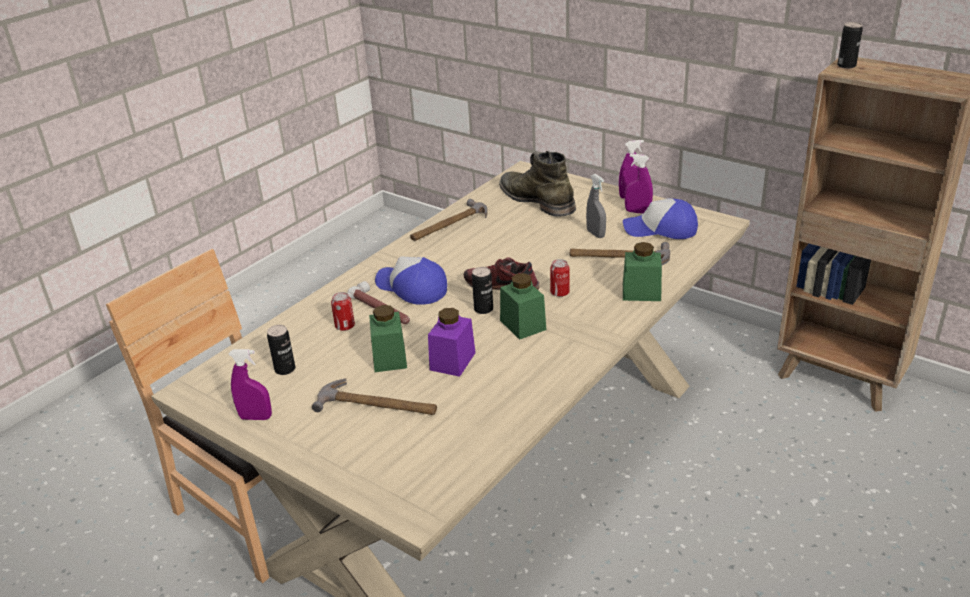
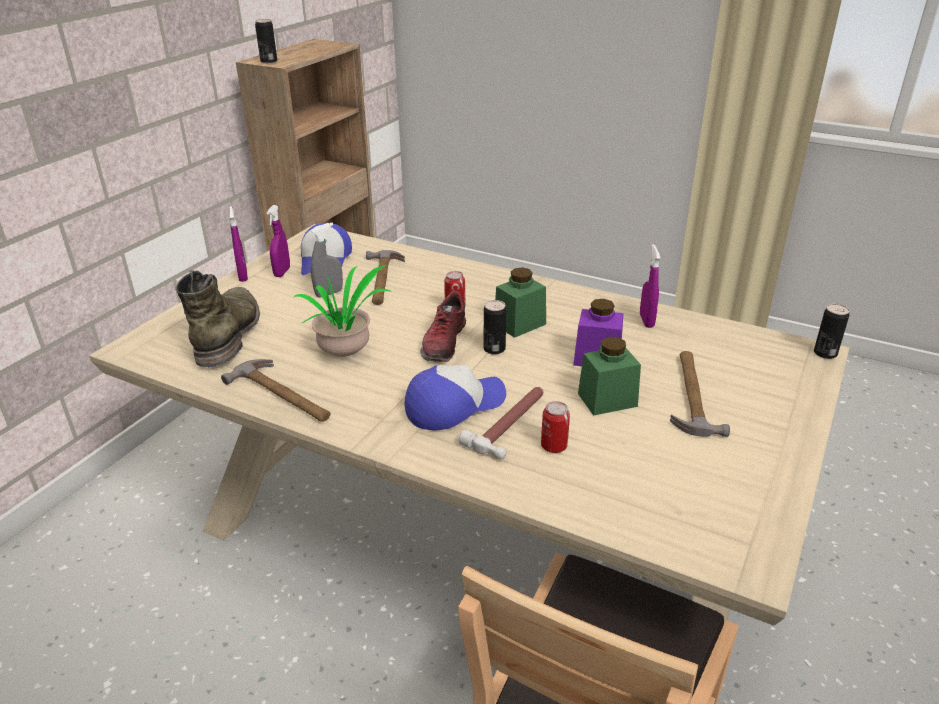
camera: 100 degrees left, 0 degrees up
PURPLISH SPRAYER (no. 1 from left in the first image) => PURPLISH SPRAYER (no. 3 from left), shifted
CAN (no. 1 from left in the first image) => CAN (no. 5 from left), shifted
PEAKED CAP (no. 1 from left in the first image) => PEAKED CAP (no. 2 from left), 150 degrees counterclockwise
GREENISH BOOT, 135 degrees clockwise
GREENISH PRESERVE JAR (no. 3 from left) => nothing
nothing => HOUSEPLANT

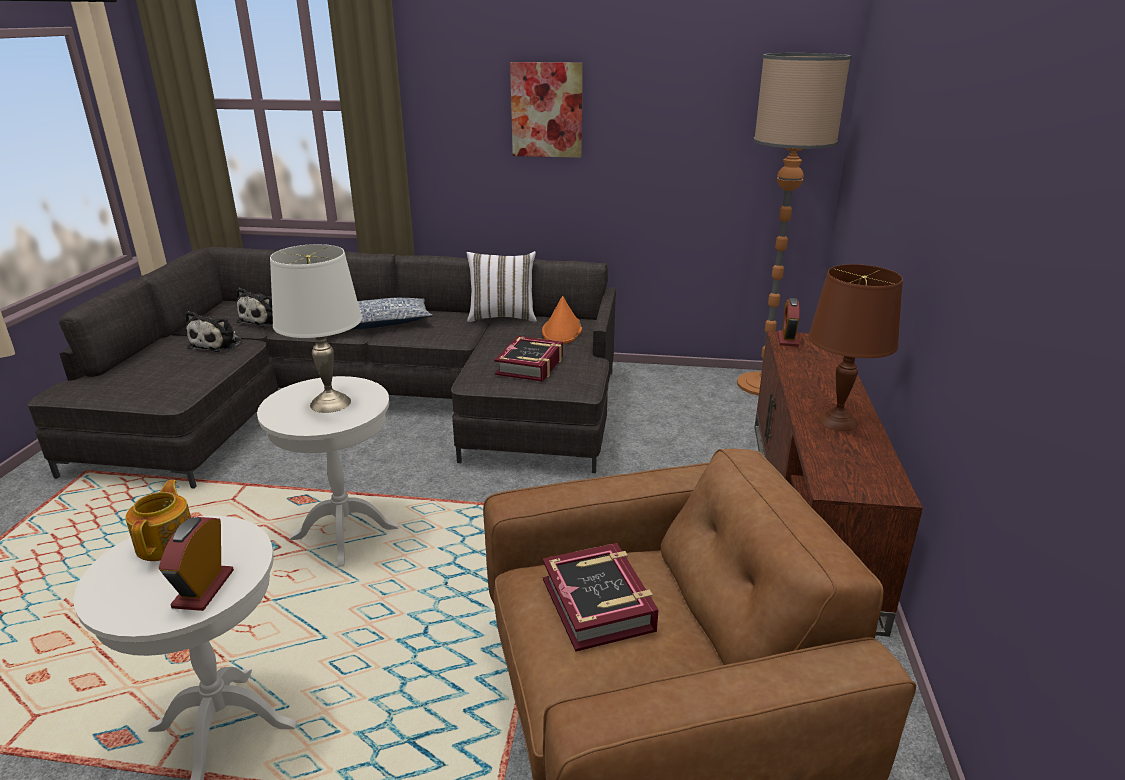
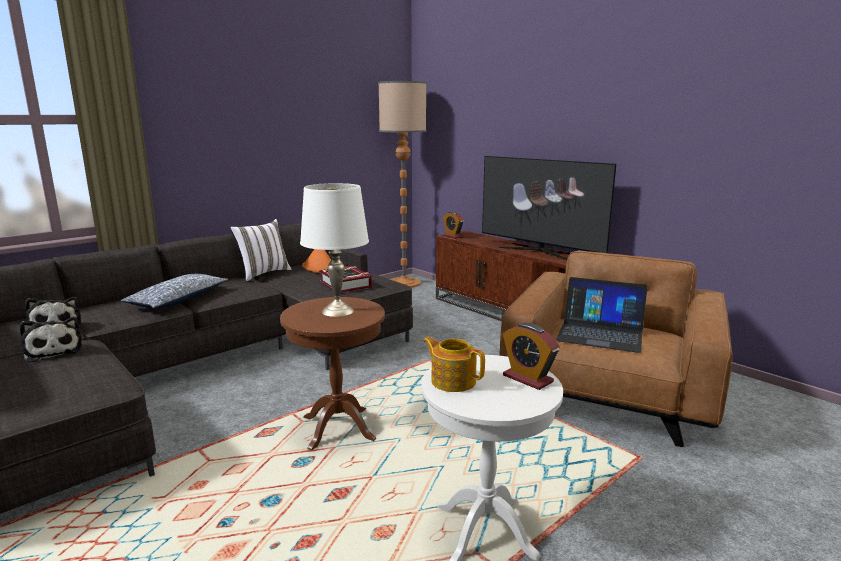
camera: 50 degrees left, 10 degrees down
WHITE ACCENT TABLE (no. 2 from left) => BROWNISH ACCENT TABLE
WALL ART => nothing
VOLUME (no. 2 from left) => PORTABLE COMPUTER
BROWNISH LAMP FOR A TABLE => TV SET

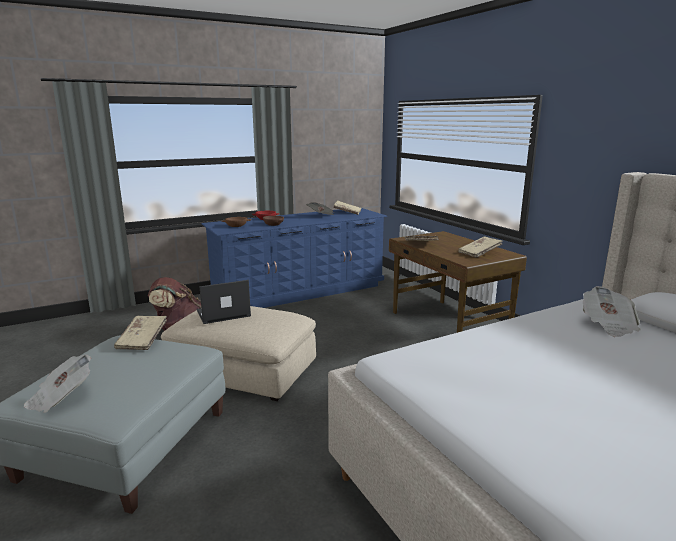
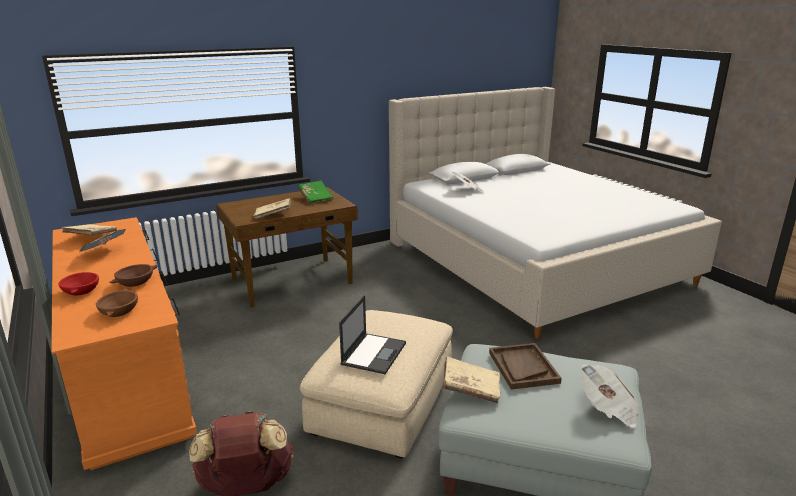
camera: 90 degrees left, 5 degrees up
PORTABLE COMPUTER, 135 degrees counterclockwise
BLUE-COLOURED CHEST OF DRAWERS => ORANGE-COLOURED CHEST OF DRAWERS
BEIGE-COLOURED VOLUME (no. 4 from left) => GREENISH VOLUME
nothing => BROWNISH CARRYING TRAY

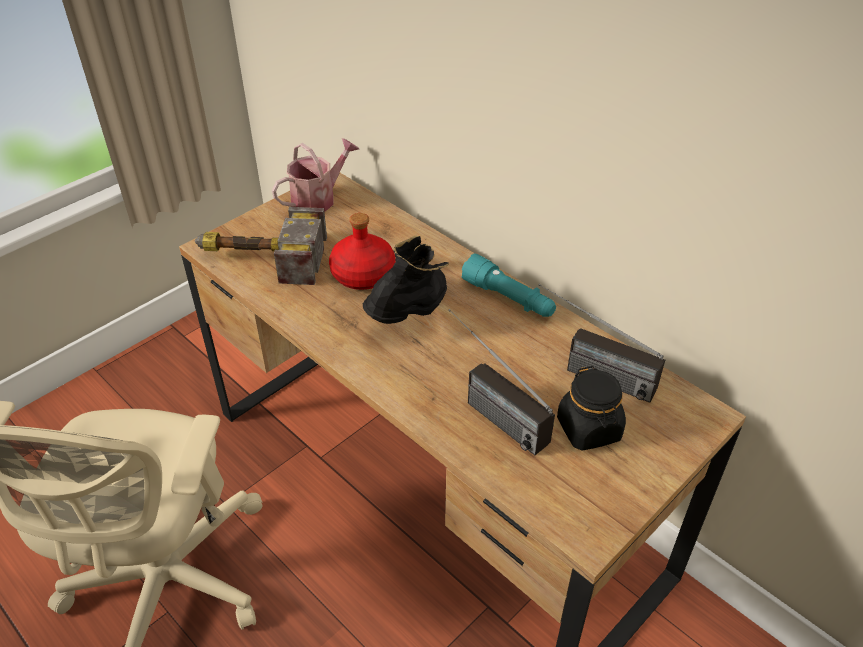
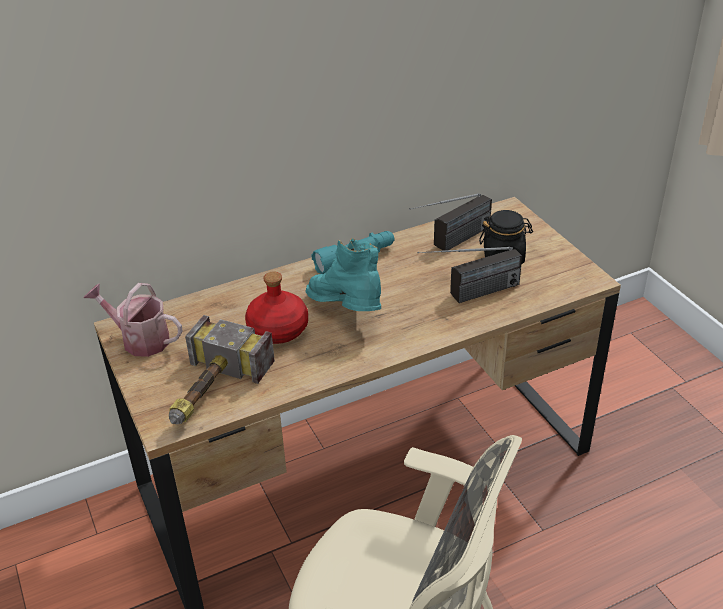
camera: 70 degrees left, 5 degrees down
SPRINKLING CAN, 45 degrees counterclockwise
BLACK BOOT => TURQUOISE BOOT

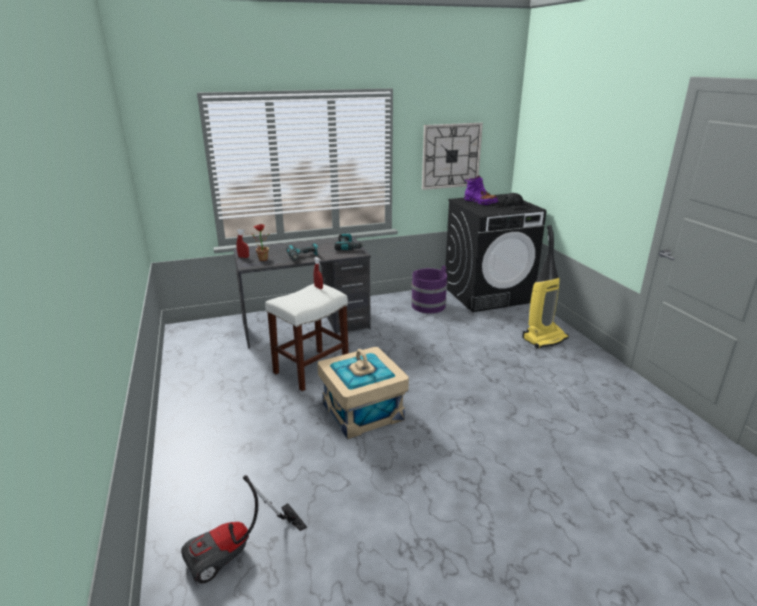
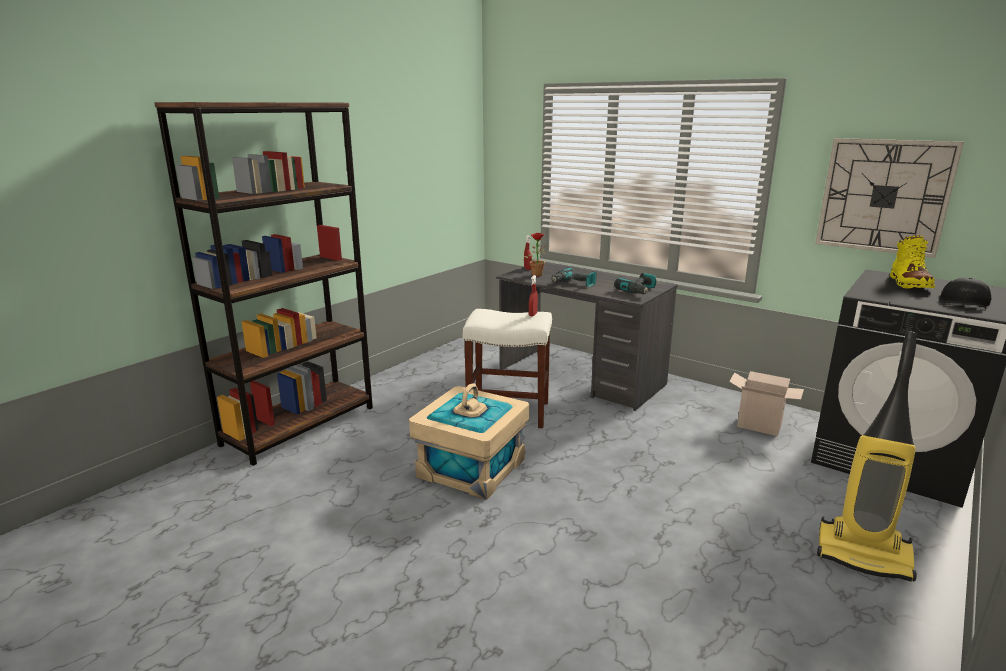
camera: 55 degrees right, 5 degrees down
VACUUM CLEANER (no. 1 from left) => nothing
PURPLISH PAIL => PACKING BOX
PURPLISH BOOT => YELLOWISH BOOT
nothing => BROWNISH BOOKSHELF

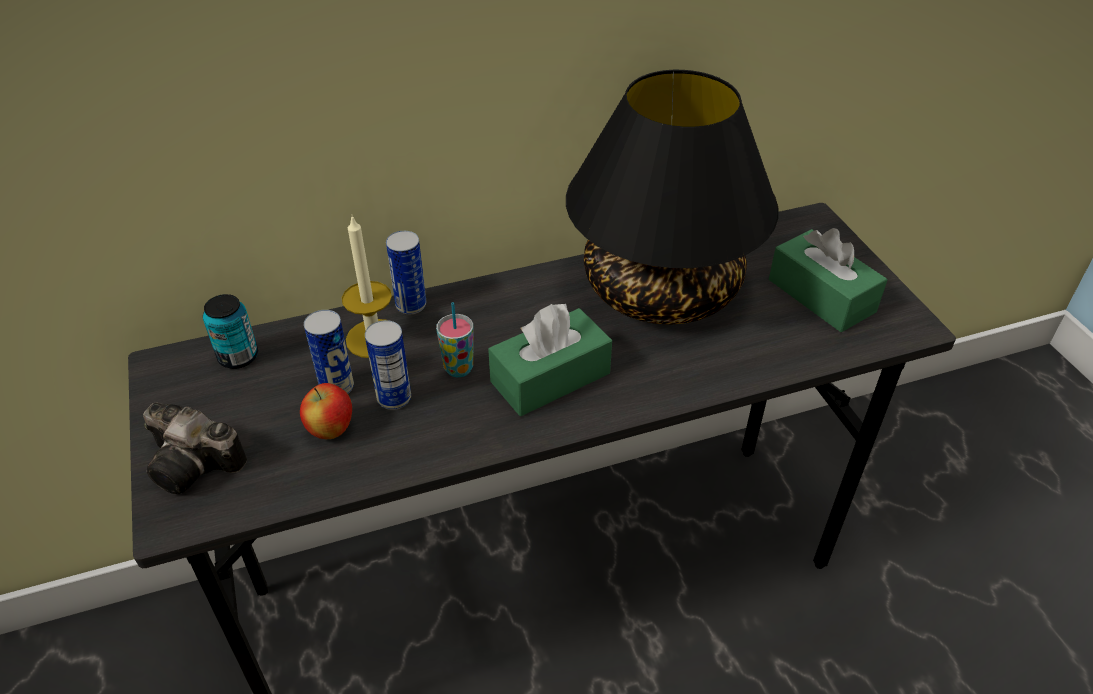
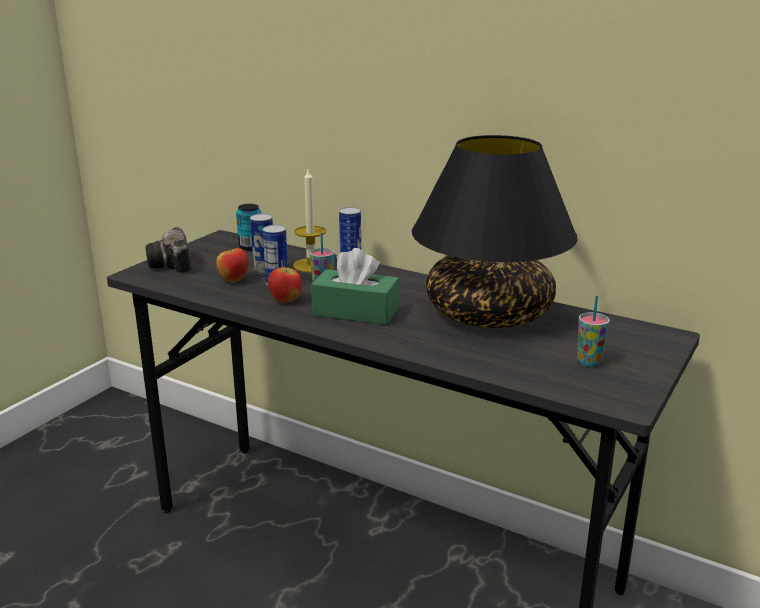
camera: 50 degrees right, 20 degrees down
GREENISH TISSUE HOLDER (no. 2 from left) => SMALL CUP (no. 2 from left)
nothing => APPLE FRUIT (no. 2 from left)

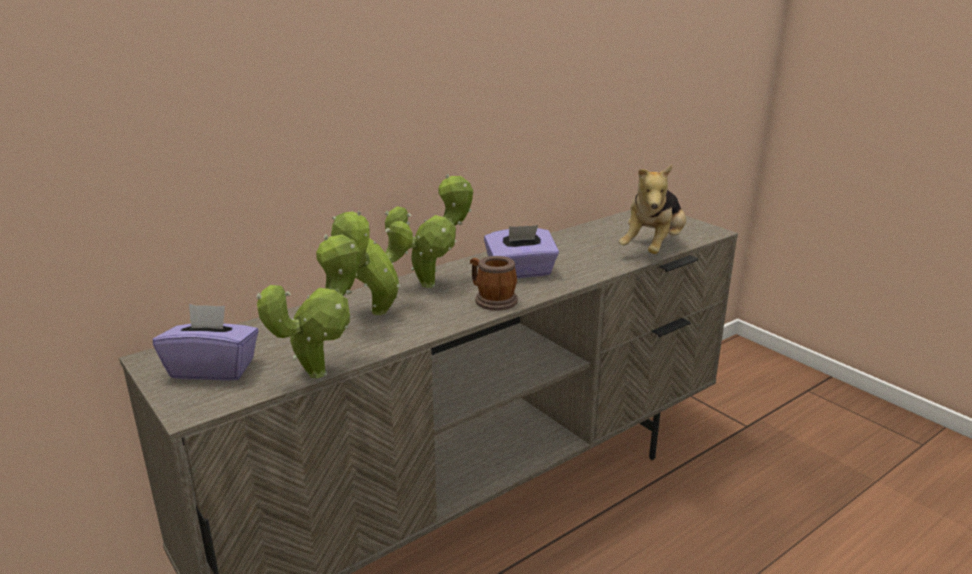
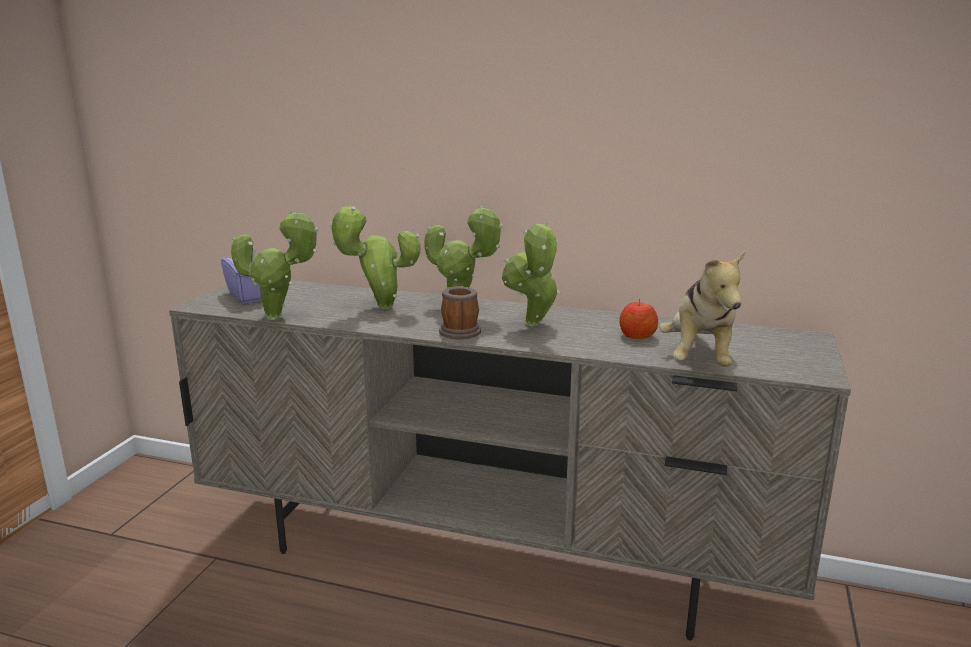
camera: 55 degrees right, 5 degrees down
PURPLISH TISSUE HOLDER (no. 2 from left) => HOUSEPLANT (no. 4 from left)
PLUSH TOY, 75 degrees counterclockwise
nothing => APPLE FRUIT

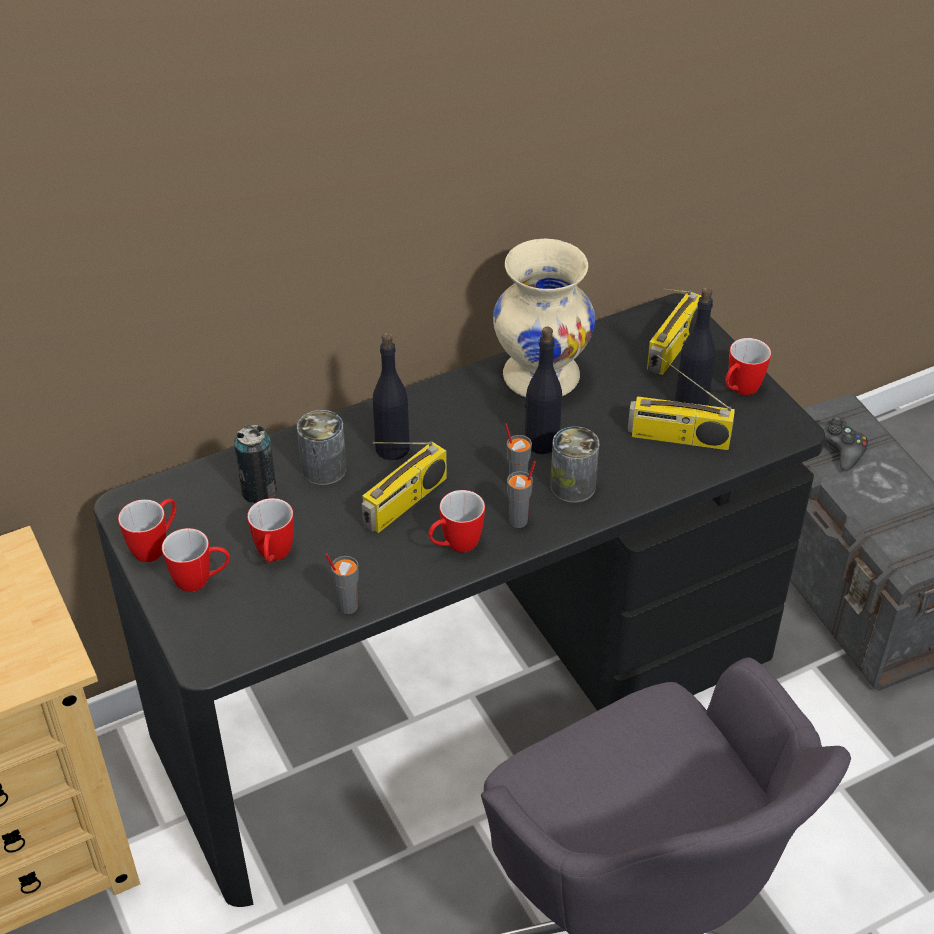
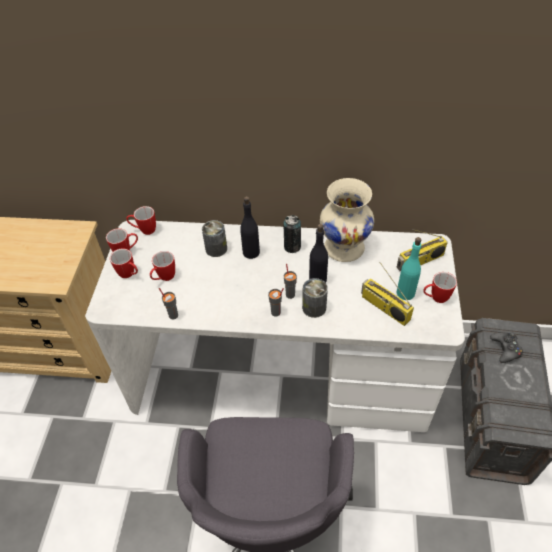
camera: 35 degrees right, 5 degrees up
BLACK DESK UNIT => WHITE DESK UNIT
CAN (no. 1 from left in the first image) => CAN (no. 2 from left), shifted
RADIO SET (no. 1 from left) => nothing
COFFEE MUG (no. 4 from left in the first image) => COFFEE MUG (no. 3 from left), shifted
BLACK BEVERAGE BOTTLE (no. 3 from left) => TURQUOISE BEVERAGE BOTTLE

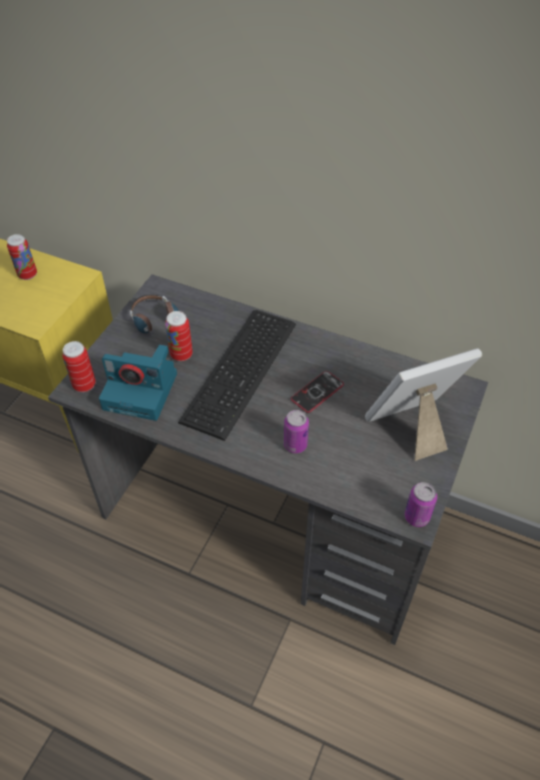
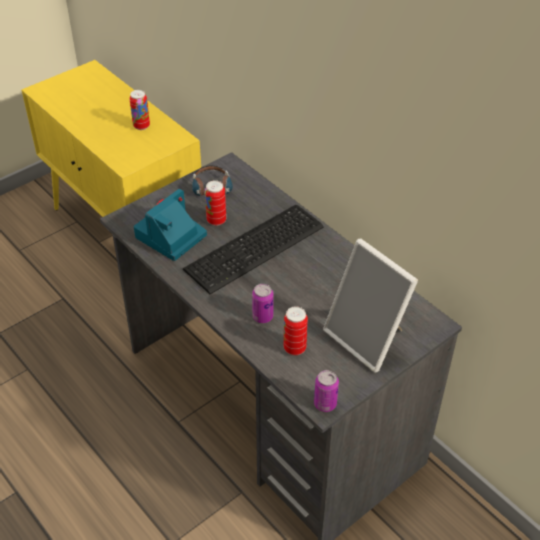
camera: 25 degrees right, 5 degrees down
CAN (no. 2 from left in the first image) => CAN (no. 4 from left), shifted
PHOTO CAMERA, 90 degrees clockwise
TELEPHONE => nothing
STANDING FRAME, 135 degrees counterclockwise

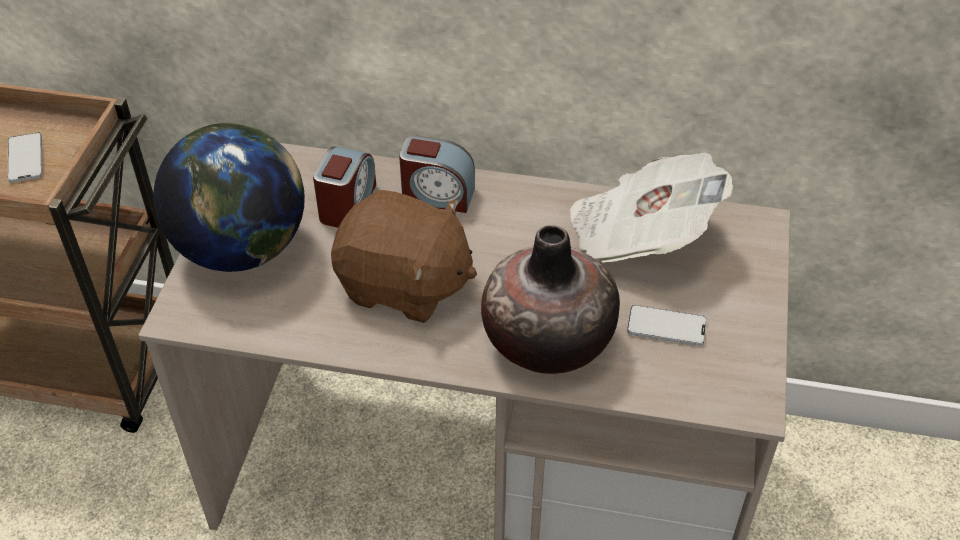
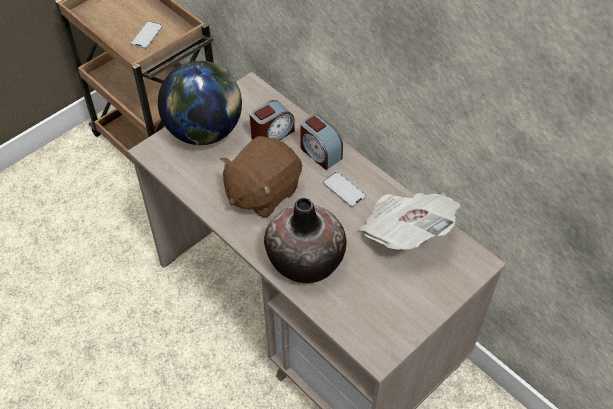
camera: 35 degrees right, 5 degrees up
BROWNISH PLUSH TOY, 75 degrees clockwise
TELEPHONE (no. 2 from left), shifted

